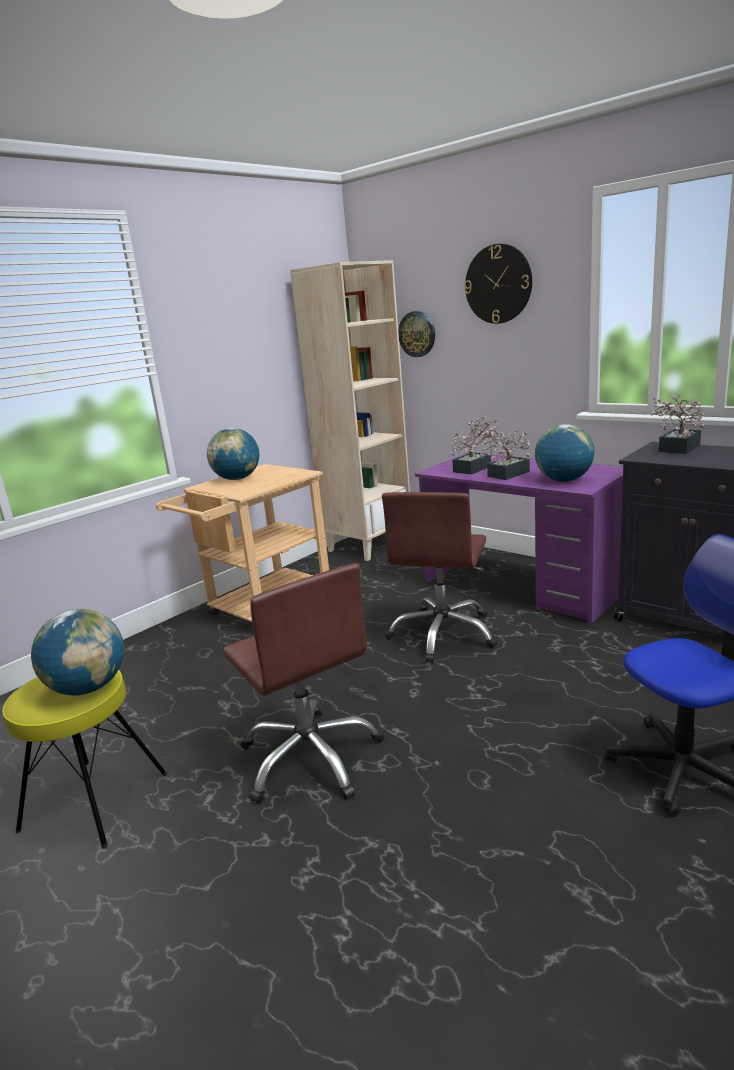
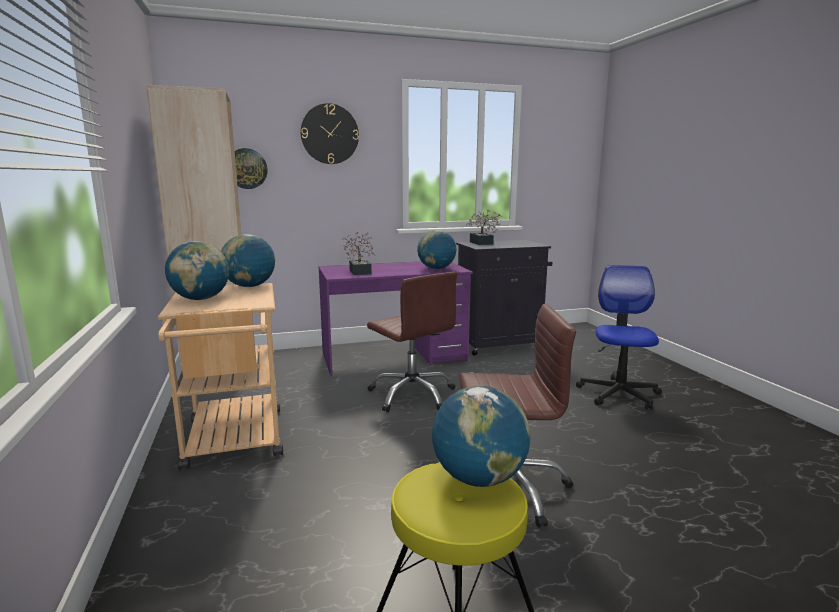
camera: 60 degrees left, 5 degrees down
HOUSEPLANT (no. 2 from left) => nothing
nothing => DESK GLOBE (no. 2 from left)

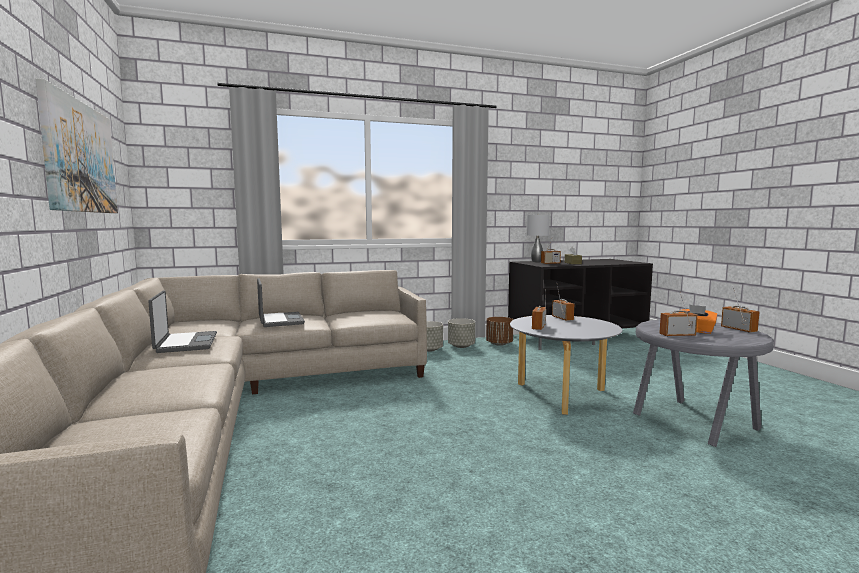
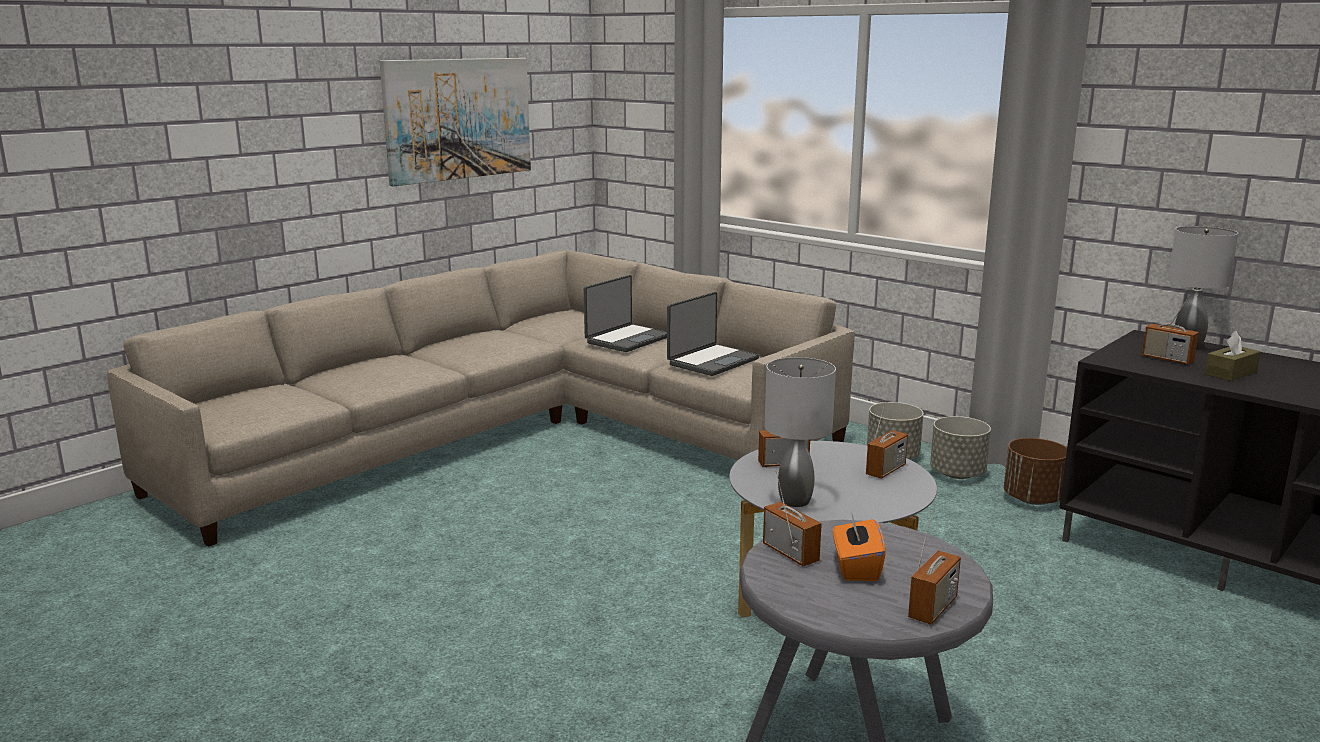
camera: 60 degrees right, 10 degrees up
PORTABLE COMPUTER (no. 1 from left in the first image) => PORTABLE COMPUTER (no. 2 from left), shifted
nothing => GREYISH LAMP FOR A TABLE (no. 1 from left)

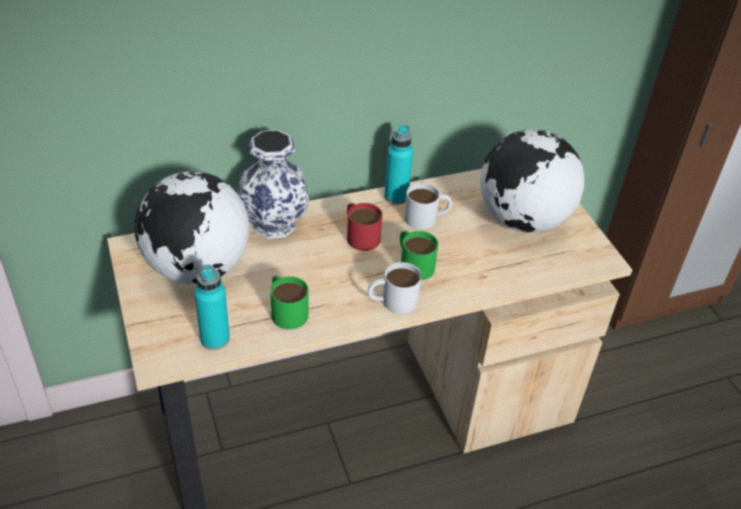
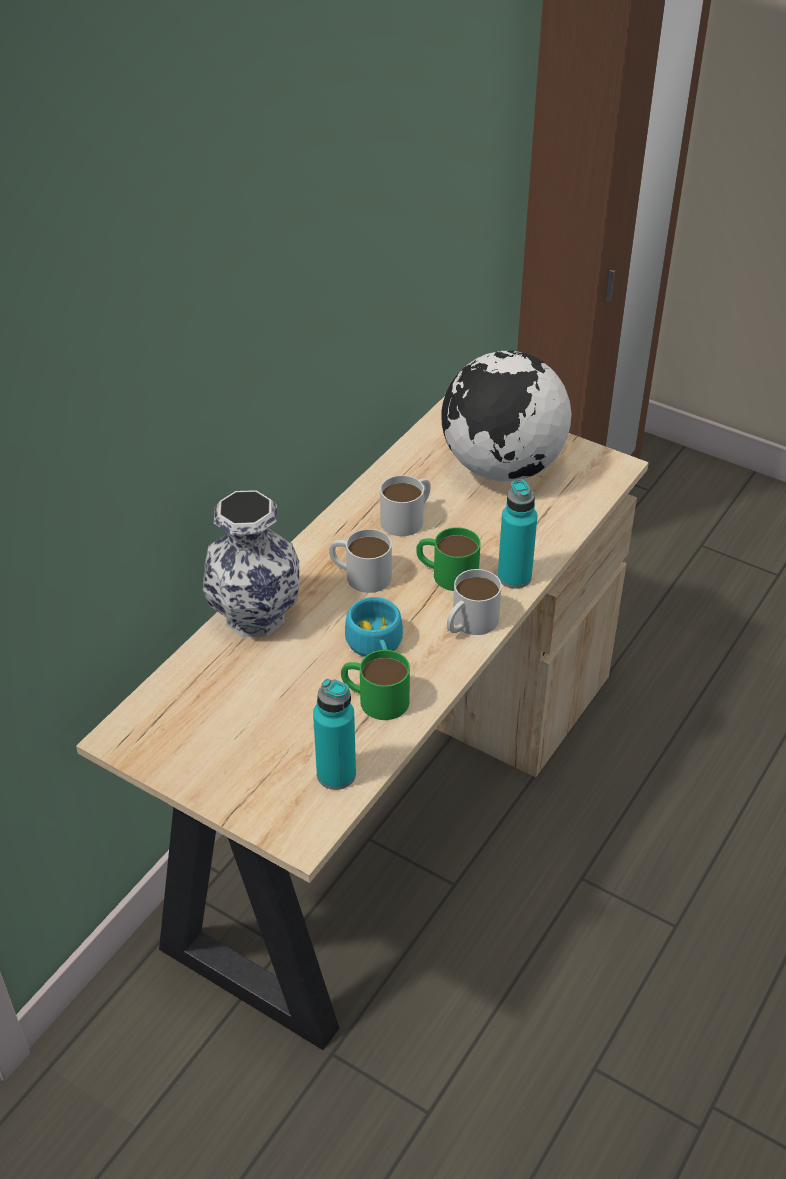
camera: 35 degrees left, 0 degrees up
DESK GLOBE (no. 1 from left) => nothing
REDDISH COFFEE MUG => WHITE COFFEE MUG (no. 1 from left)
TURQUOISE BEVERAGE BOTTLE (no. 2 from left), shifted
nothing => TURQUOISE SMALL CUP

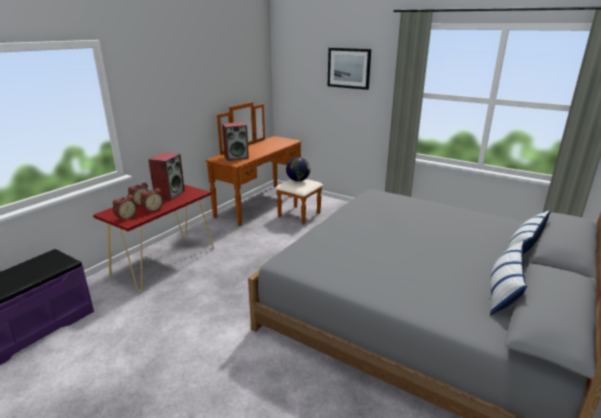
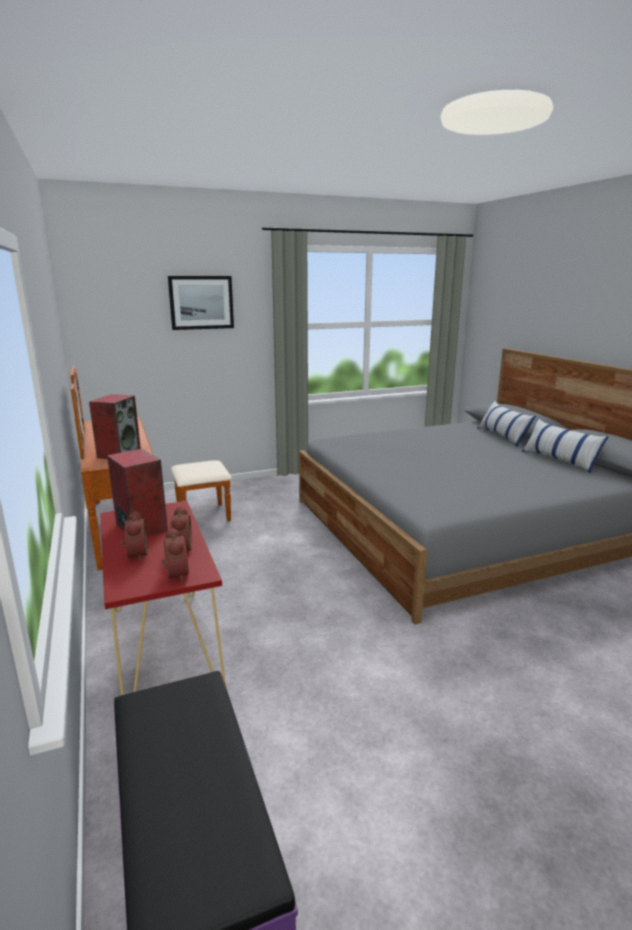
camera: 55 degrees left, 5 degrees down
DESK GLOBE => nothing

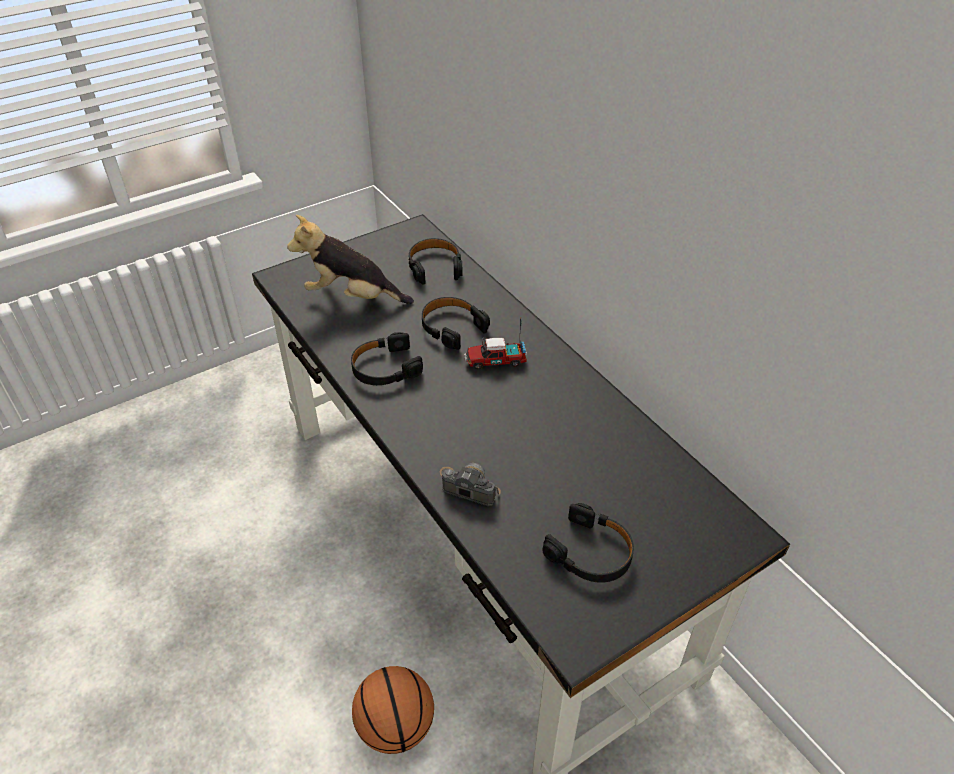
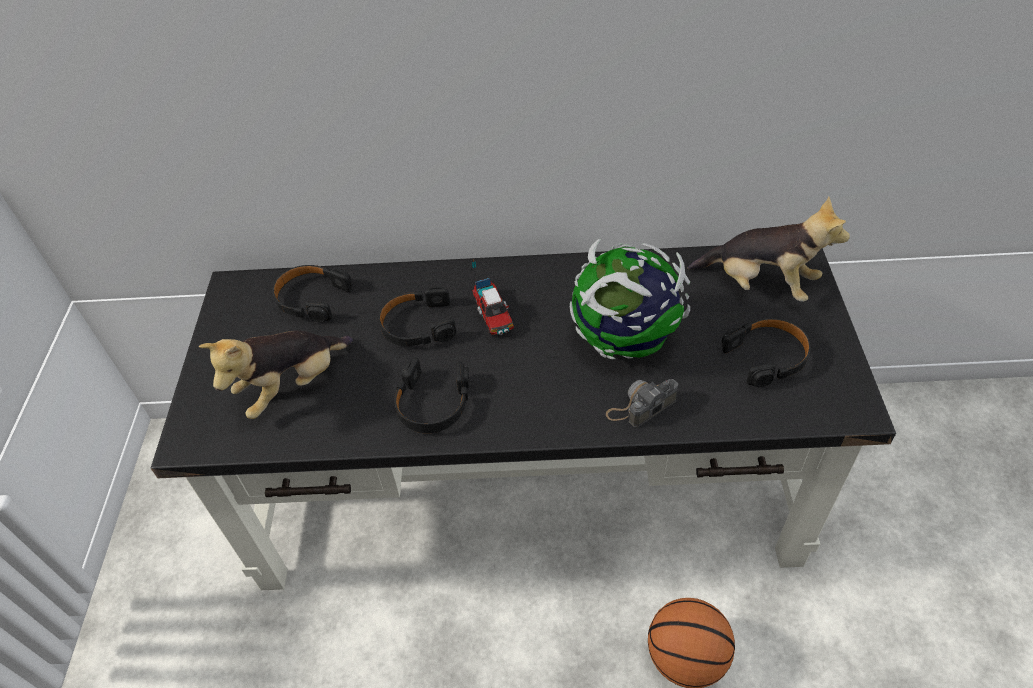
camera: 55 degrees left, 5 degrees up
TOY TRUCK, 45 degrees counterclockwise
nothing => DESK GLOBE
nothing => PLUSH TOY (no. 2 from left)

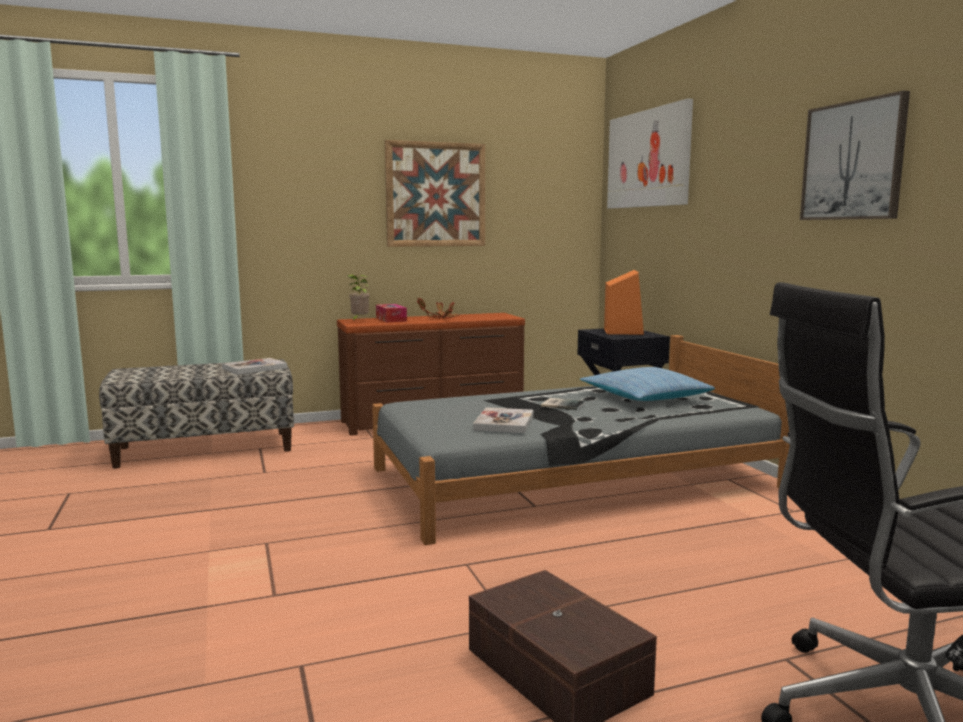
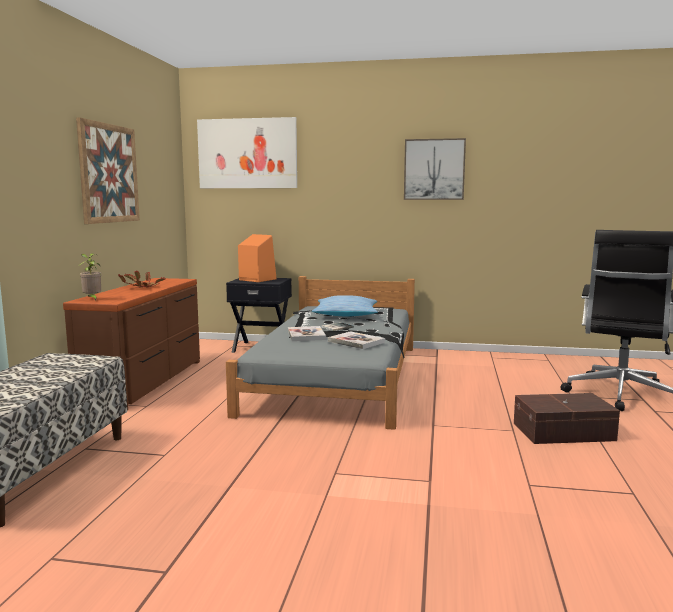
camera: 60 degrees left, 0 degrees up
VOLUME (no. 1 from left), shifted
TISSUE HOLDER => nothing

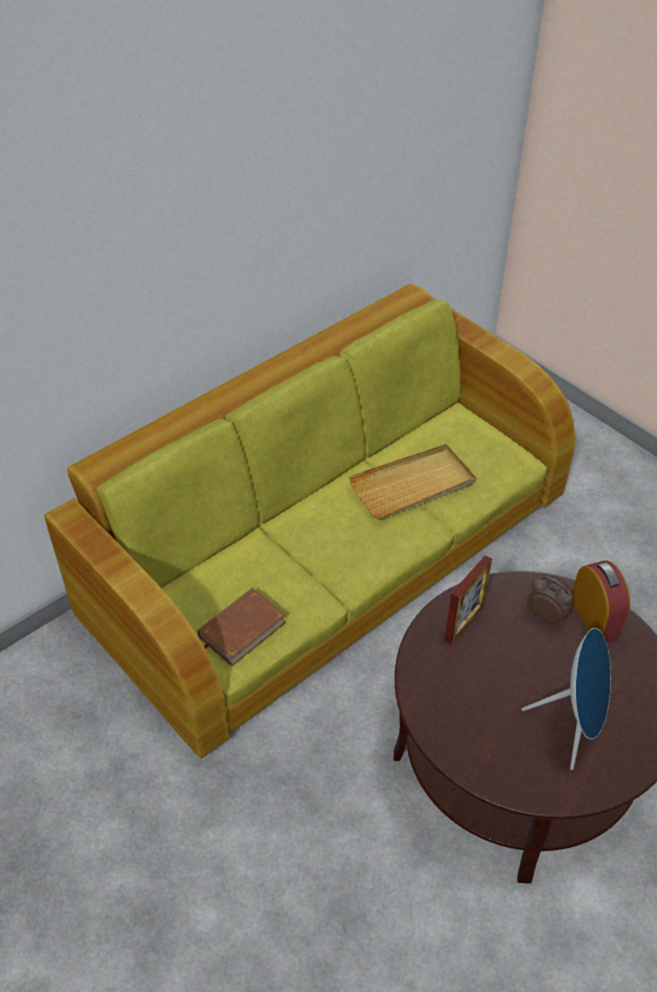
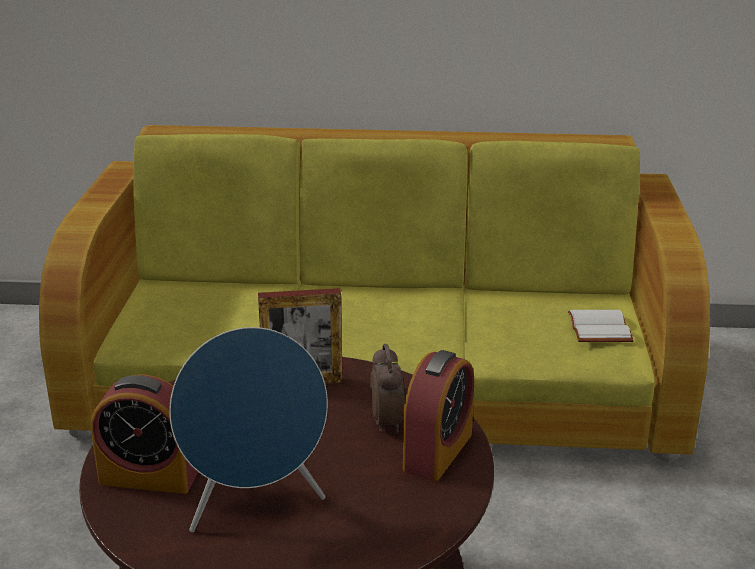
camera: 45 degrees right, 20 degrees down
BROWNISH VOLUME => nothing
BEIGE-COLOURED CARRYING TRAY => nothing
nothing => TABLE CLOCK (no. 1 from left)
nothing => WHITE VOLUME

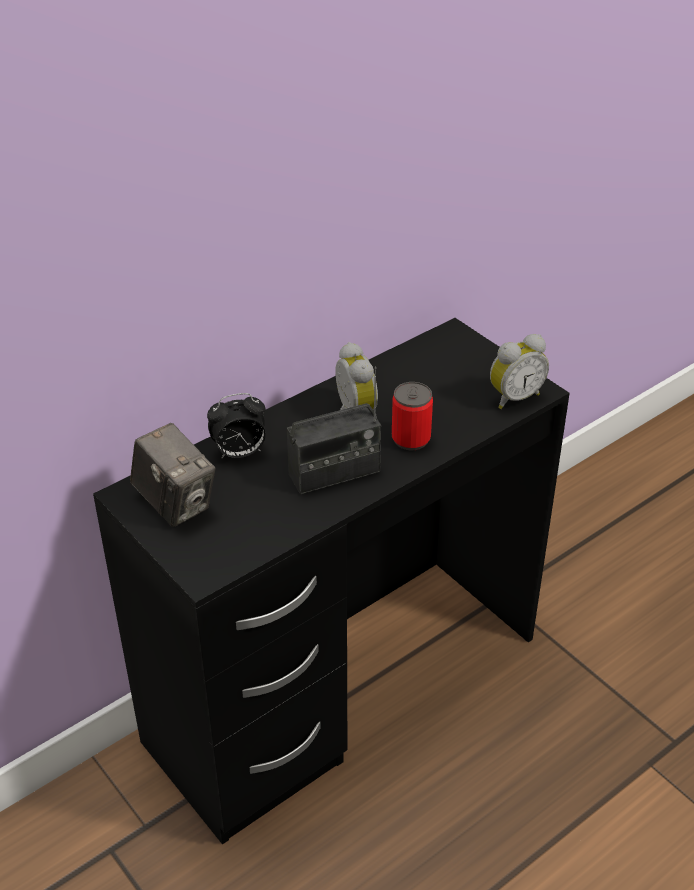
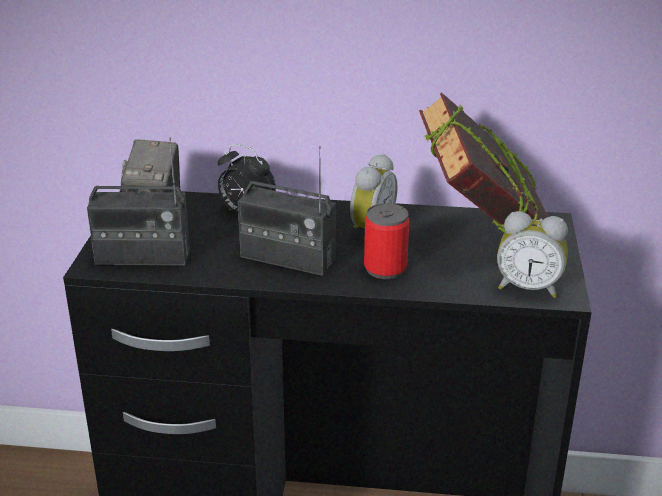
camera: 45 degrees right, 10 degrees down
nothing => RADIO SET (no. 1 from left)
nothing => VOLUME

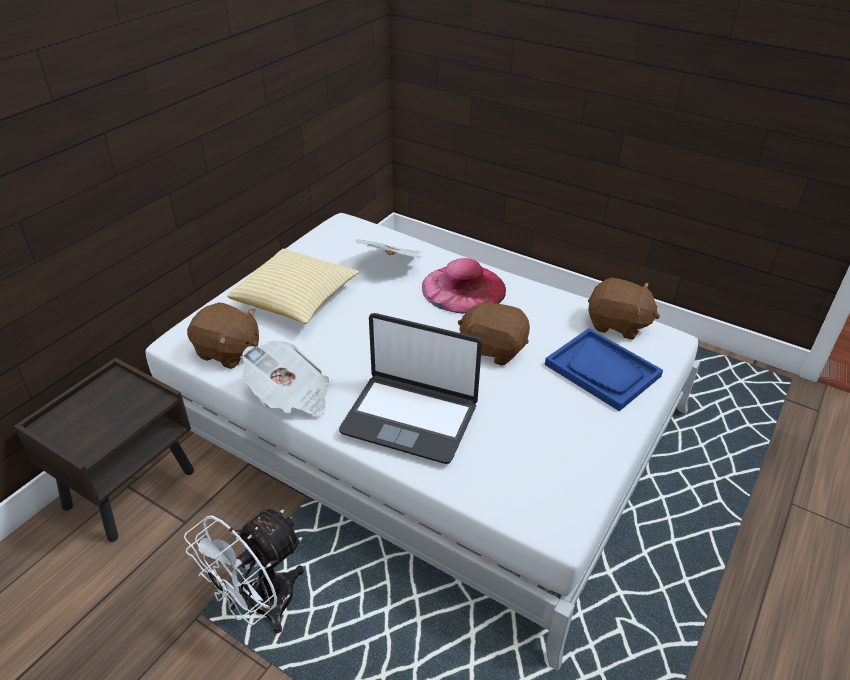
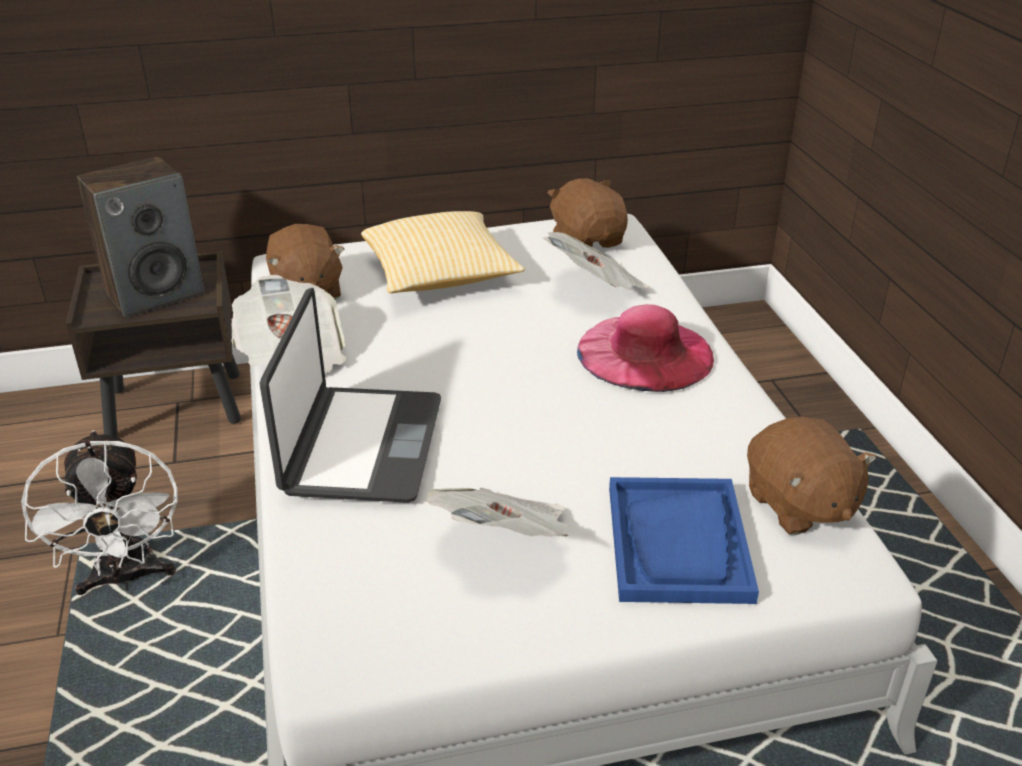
camera: 45 degrees right, 5 degrees down
WHITE FAN, 105 degrees counterclockwise
PORTABLE COMPUTER, 150 degrees counterclockwise
BROWNISH PLUSH TOY (no. 2 from left), shifted
nothing => LOUDSPEAKER
nothing => PRINTED PAPER (no. 2 from left)

